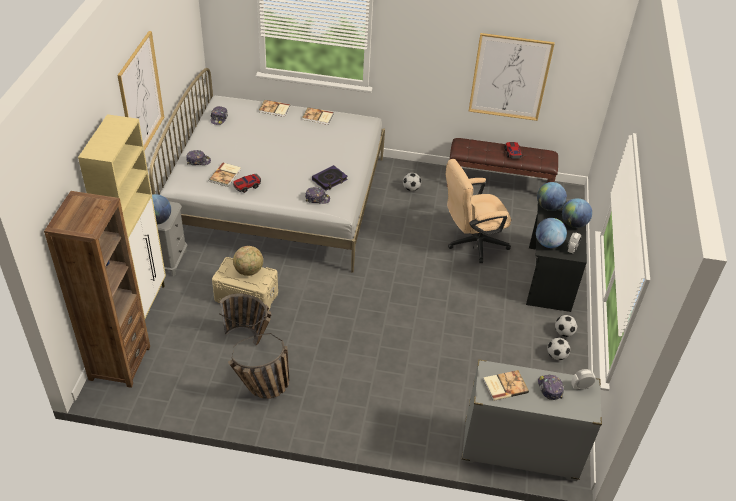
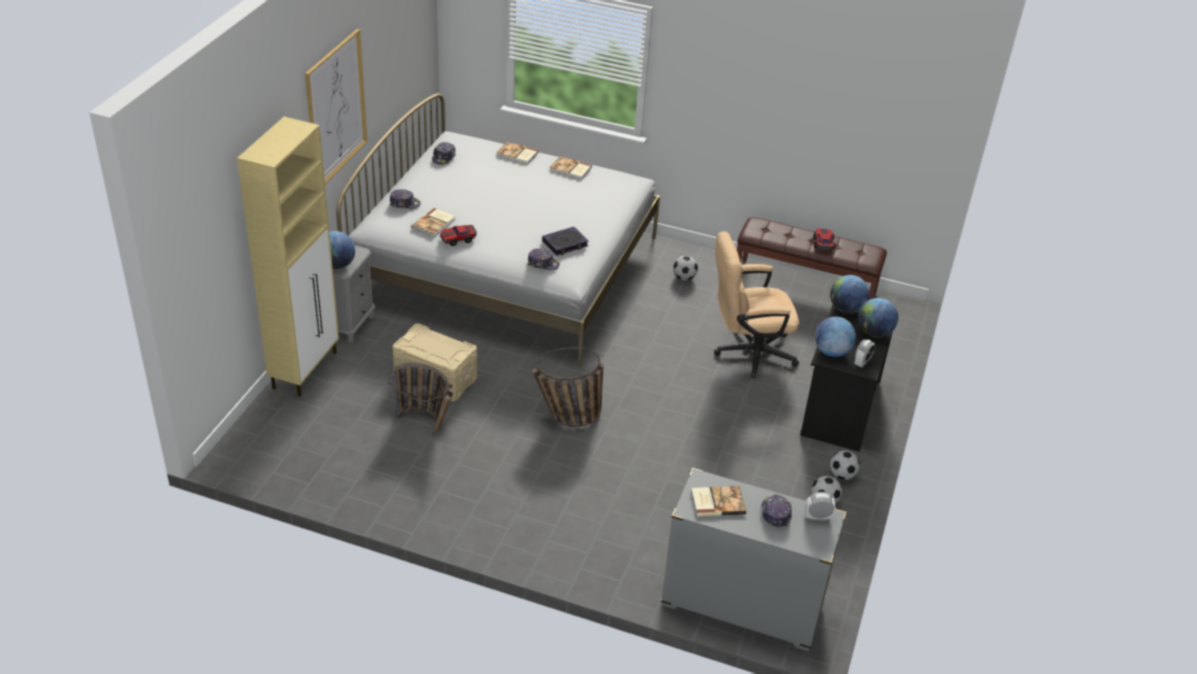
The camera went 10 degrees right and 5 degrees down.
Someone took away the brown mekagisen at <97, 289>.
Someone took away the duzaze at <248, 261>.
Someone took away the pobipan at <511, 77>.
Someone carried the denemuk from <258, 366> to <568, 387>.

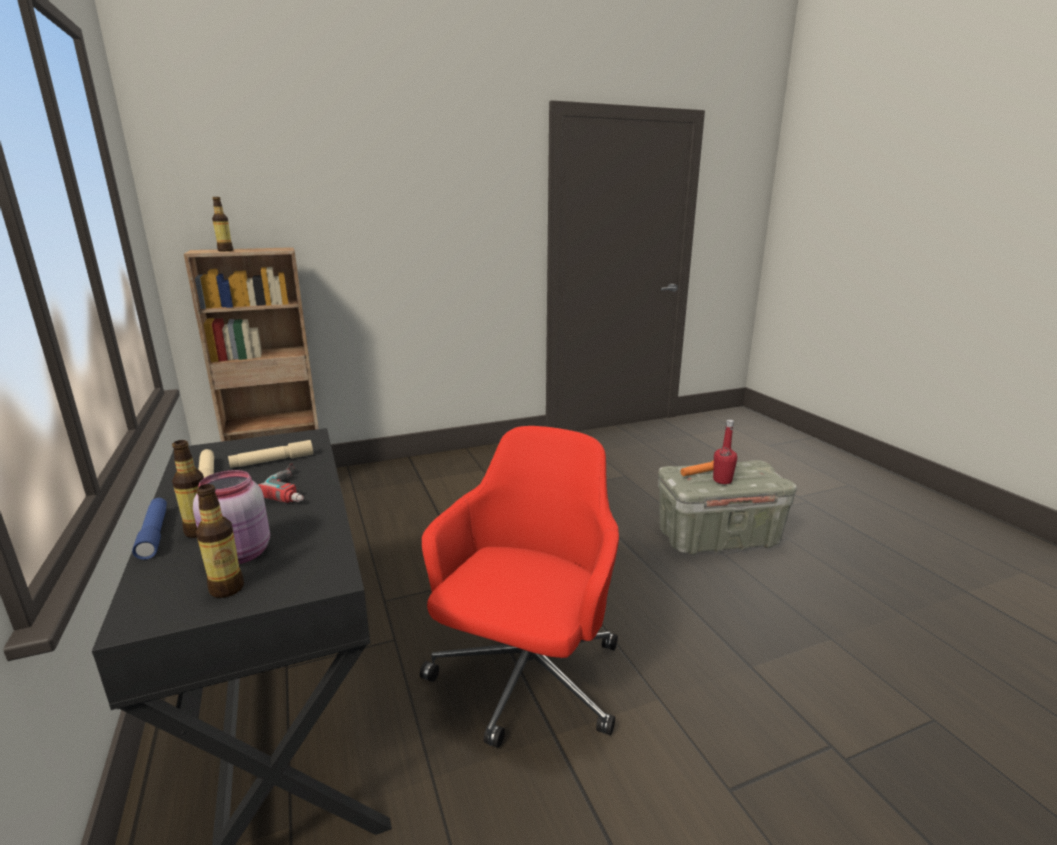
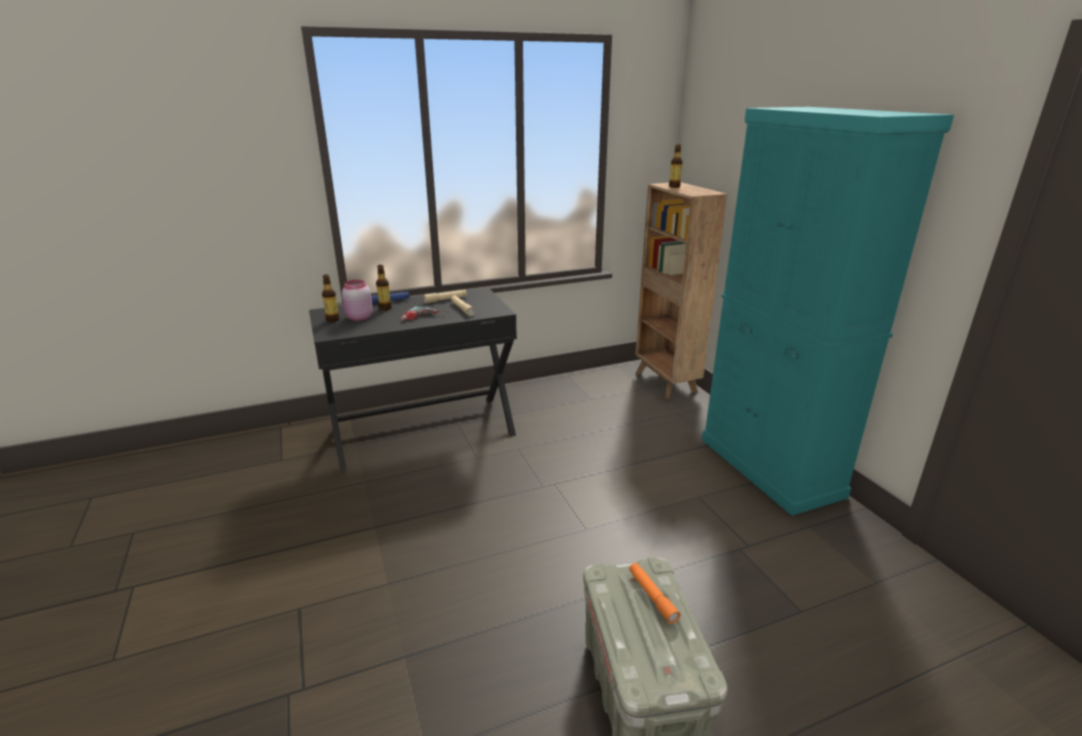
The camera went 90 degrees right and 5 degrees up.
Someone took away the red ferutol at <519, 587>.
Someone took away the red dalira at <725, 452>.
Someone put down the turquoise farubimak at <828, 311>.

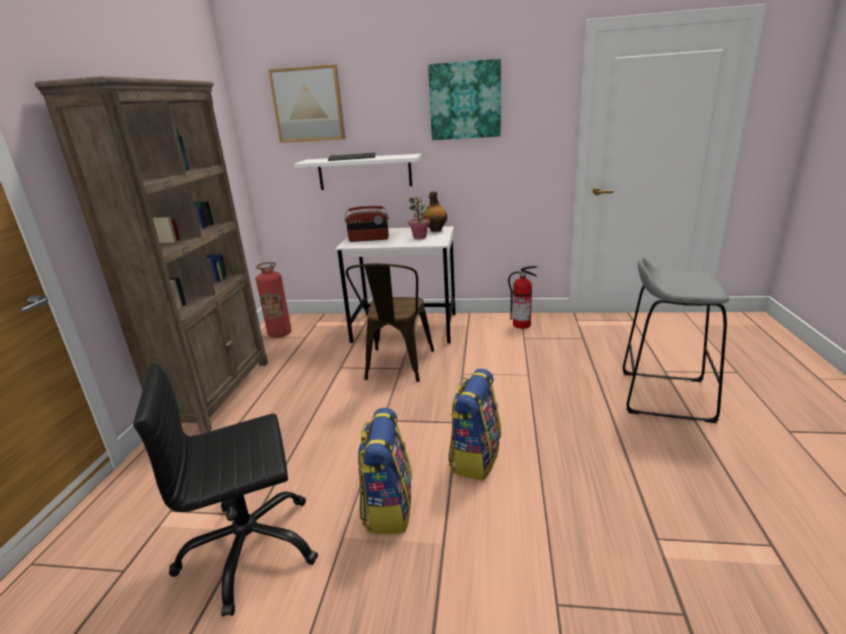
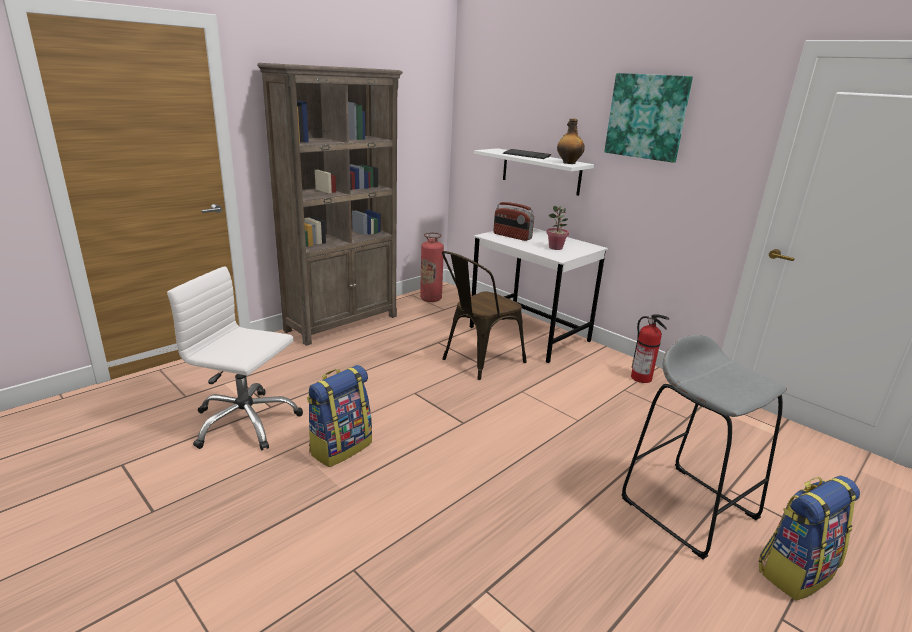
The camera went 35 degrees right and 0 degrees up.
Someone took away the pobipan at <306, 103>.
Someone carried the dalira from <435, 211> to <571, 141>.
Someone carried the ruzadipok from <474, 424> to <809, 538>.
Someone repainted the black ferutol at <225, 490>, which became the white ferutol at <235, 358>.

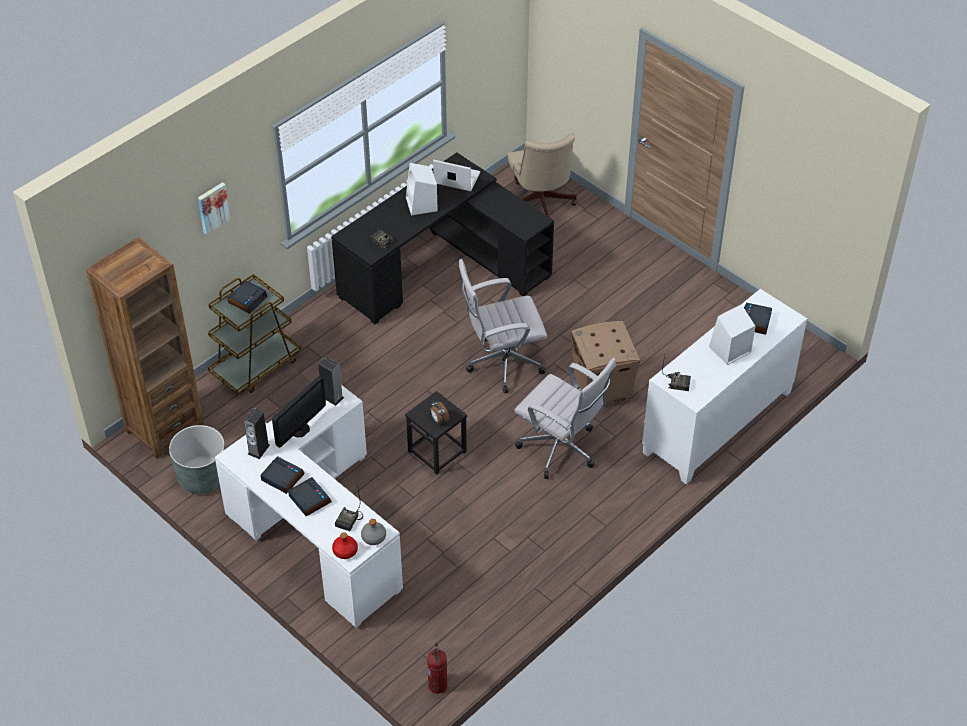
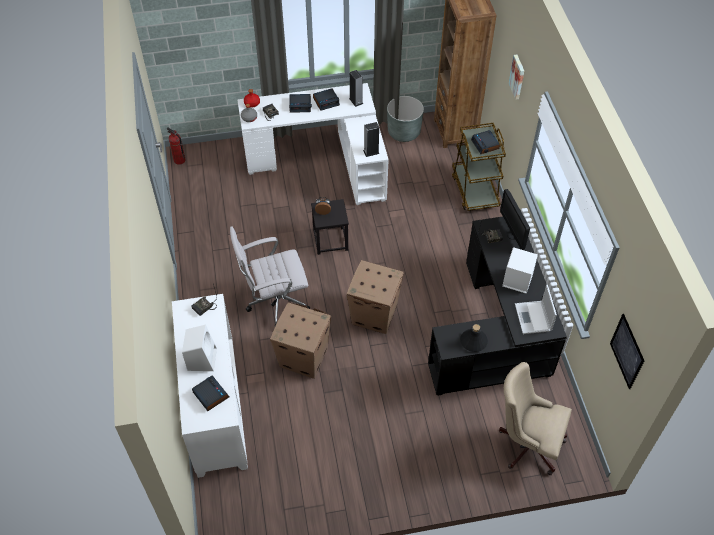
The camera went 125 degrees right and 5 degrees up.
Someone put down the black dalira at <474, 338>.
Someone put up the pobipan at <627, 351>.
Someone carried the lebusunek from <299, 412> to <515, 219>.
Someone swapped the white ferutol at <502, 326> for the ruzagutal at <375, 297>.
Someone rotated the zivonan at <456, 175> by 120 degrees clockwise.

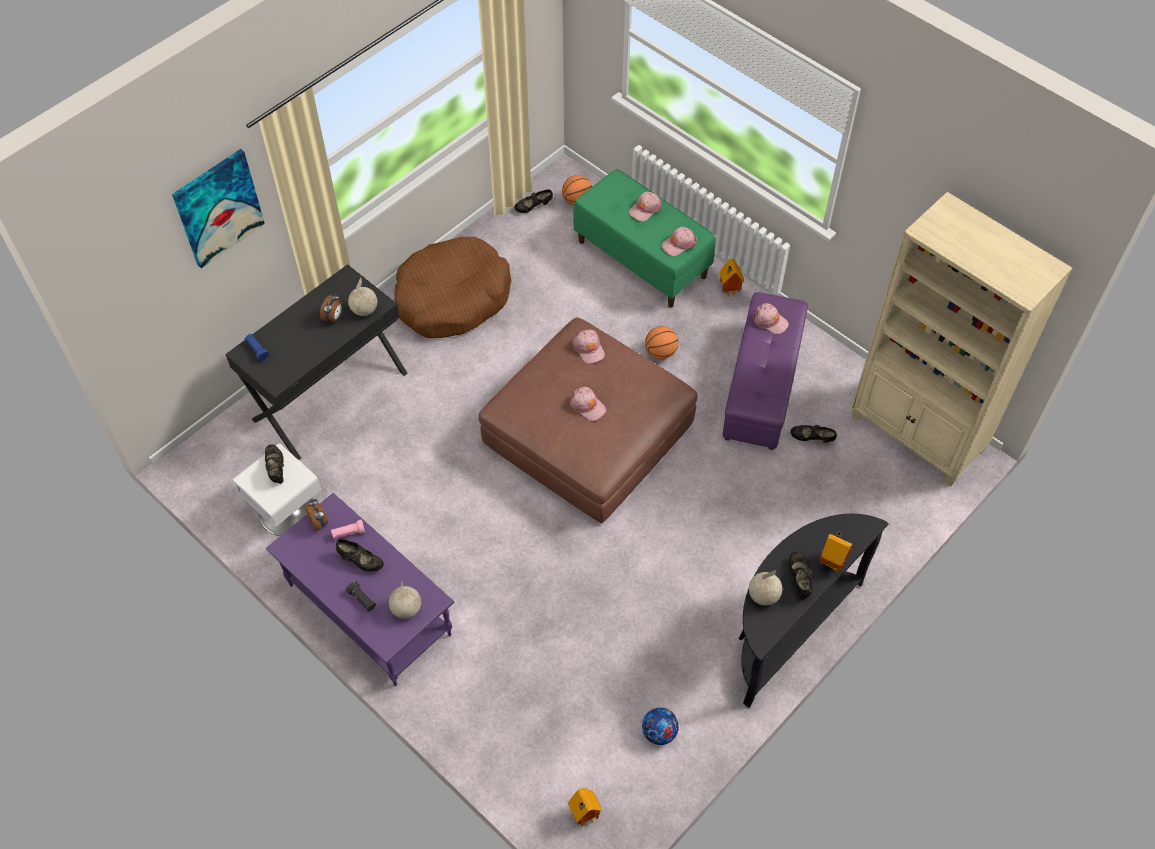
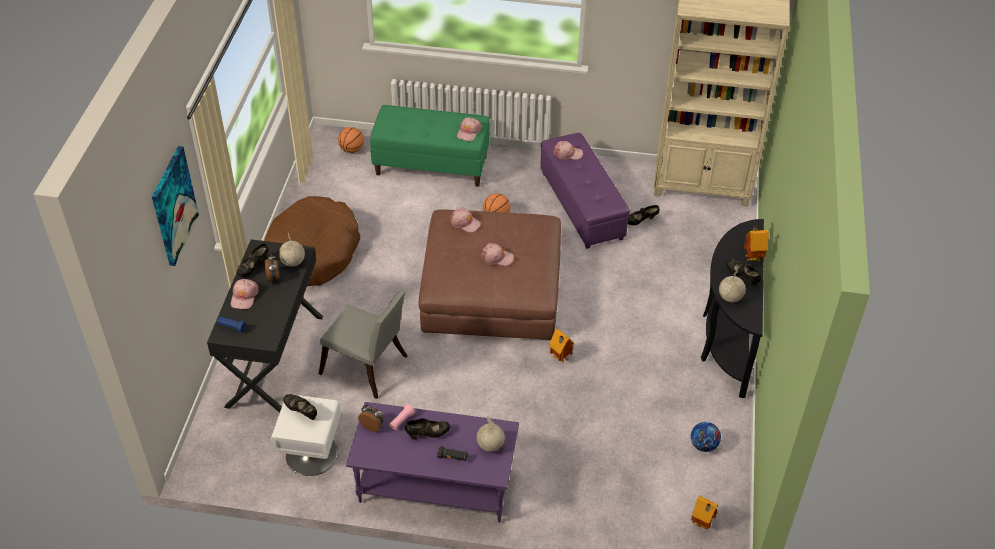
The camera went 35 degrees left and 10 degrees down.
Someone put down the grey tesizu at <363, 345>.
Someone carried the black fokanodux from <533, 201> to <252, 260>.
Someone carried the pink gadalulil from <645, 206> to <245, 294>.
Someone carried the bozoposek from <732, 277> to <561, 346>.

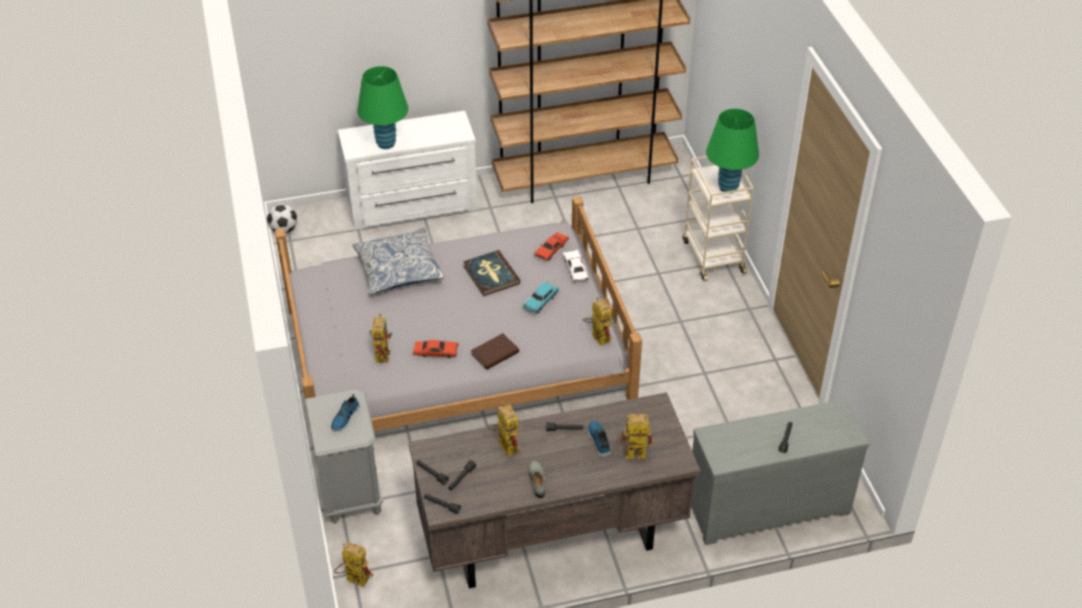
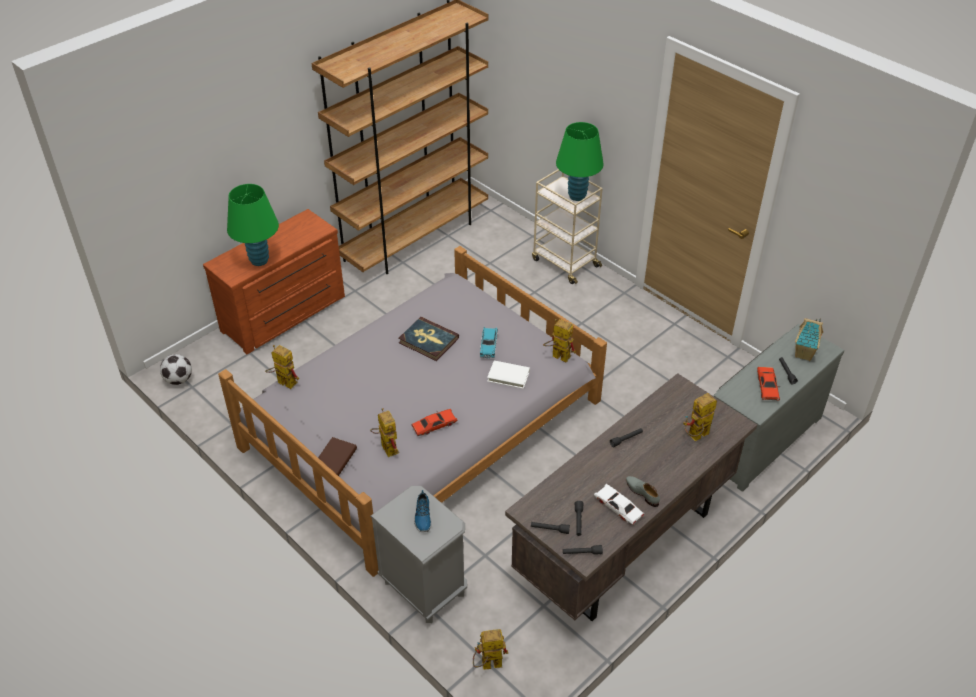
The camera went 30 degrees left and 0 degrees up.
Someone took away the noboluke at <398, 261>.
Someone took away the fokanodux at <599, 439>.
Someone put down the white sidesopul at <508, 375>.
Someone put down the bozoposek at <809, 339>.
Someone carried the brown sidesopul from <495, 351> to <337, 456>.
Someone carried the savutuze from <503, 429> to <282, 367>.
Someone carried the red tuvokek from <551, 246> to <768, 384>.
Someone carried the white tuvokek from <576, 266> to <619, 504>.
Someone repainted the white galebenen at <408, 170>, which became the brown galebenen at <274, 281>.

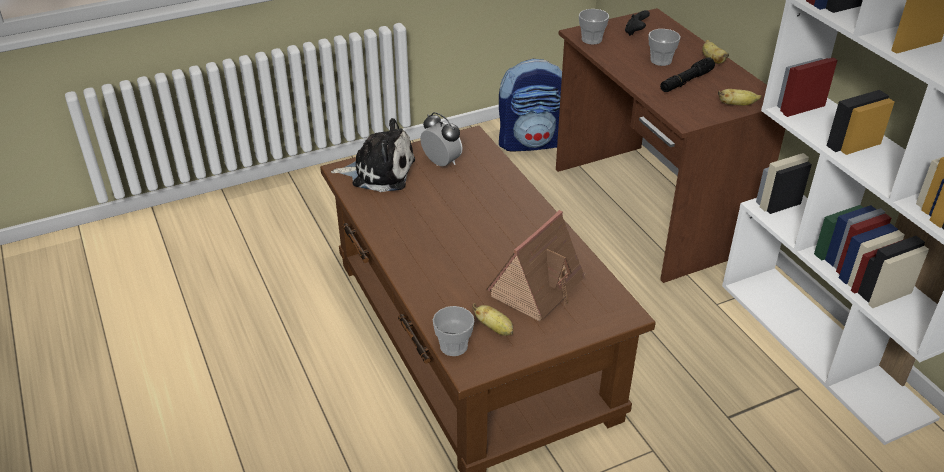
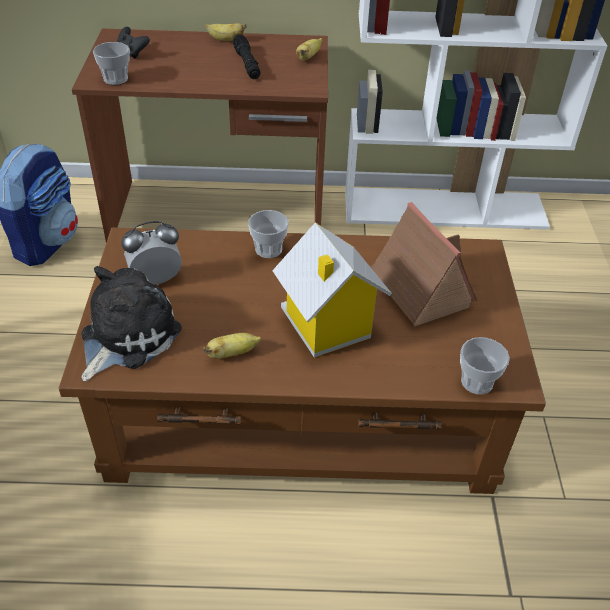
The camera went 65 degrees left and 5 degrees up.
Someone put down the bozoposek at <332, 290>.
Someone carried the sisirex from <492, 319> to <232, 346>.
Someone carried the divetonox from <664, 47> to <268, 234>.

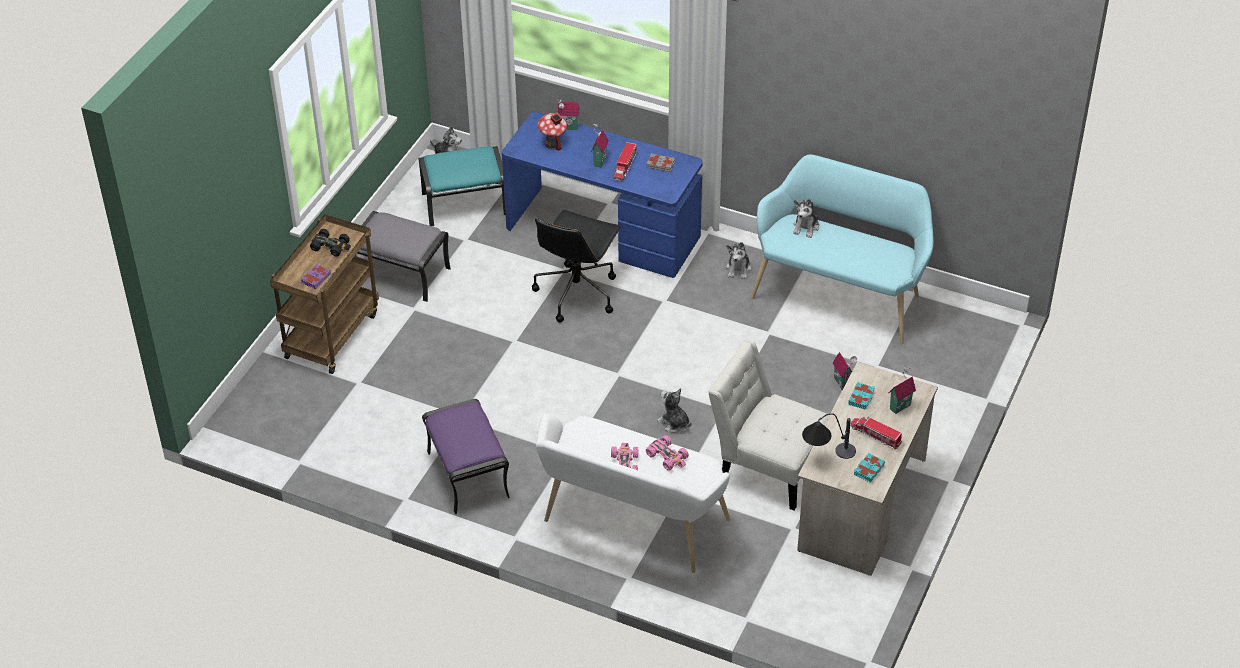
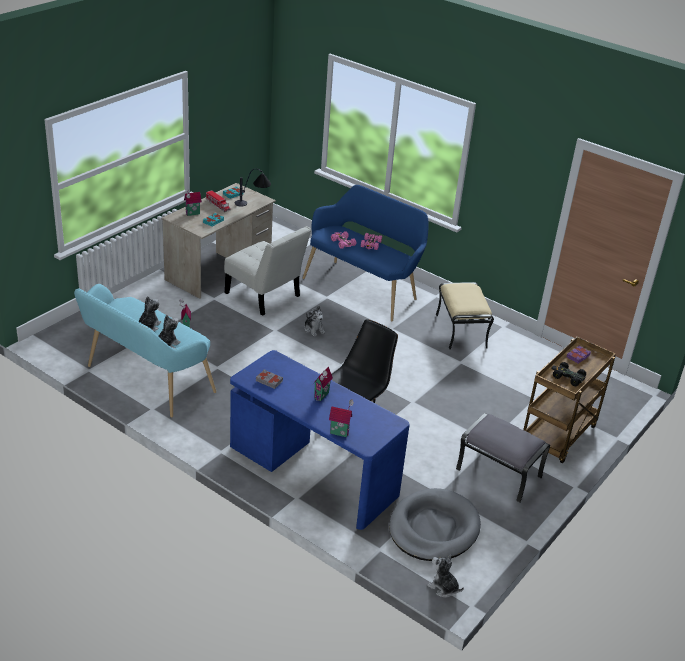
The camera went 170 degrees left and 10 degrees down.
Someone took away the bozoposek at <552, 131>.
Someone took away the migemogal at <625, 161>.
Someone carried the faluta from <738, 260> to <150, 313>.
Someone swapped the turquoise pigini at <462, 186> for the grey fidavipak at <435, 524>.
Someone repainted the purple pigini at <466, 456>, which became the beige pigini at <465, 316>.
Someone repainted the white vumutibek at <633, 493>, which became the blue vumutibek at <365, 253>.

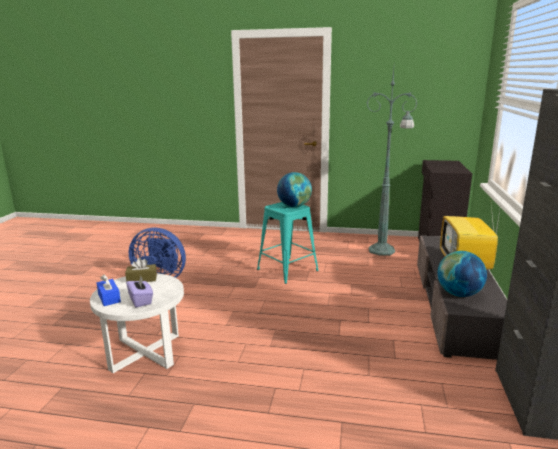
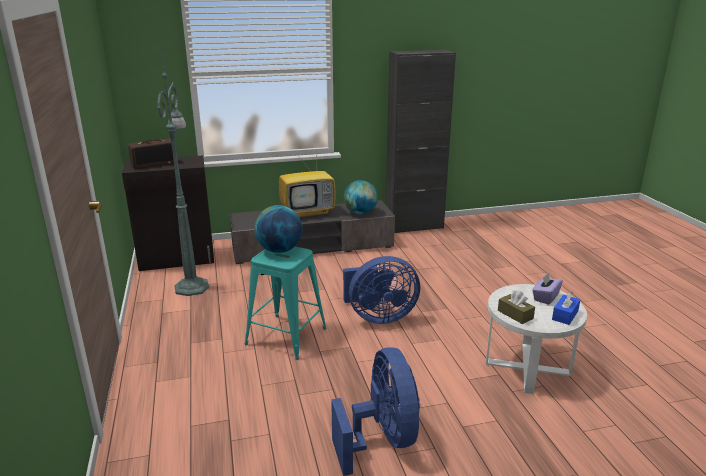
The camera went 115 degrees left and 5 degrees up.
Someone put down the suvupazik at <151, 154>.
Someone put down the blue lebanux at <381, 290>.

